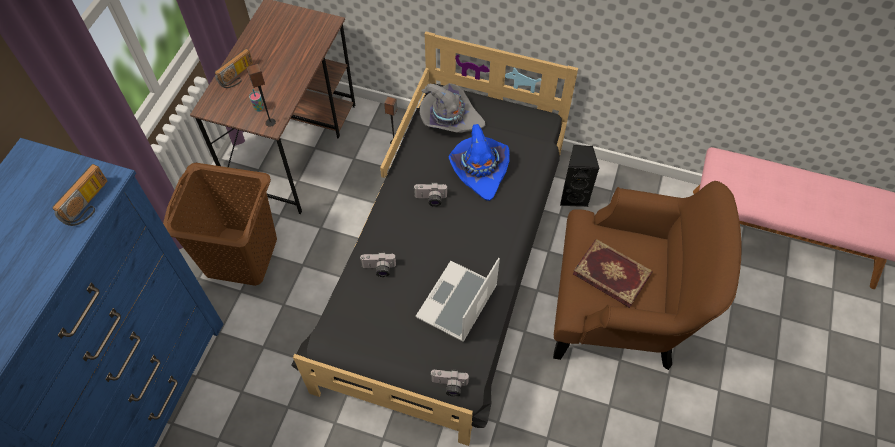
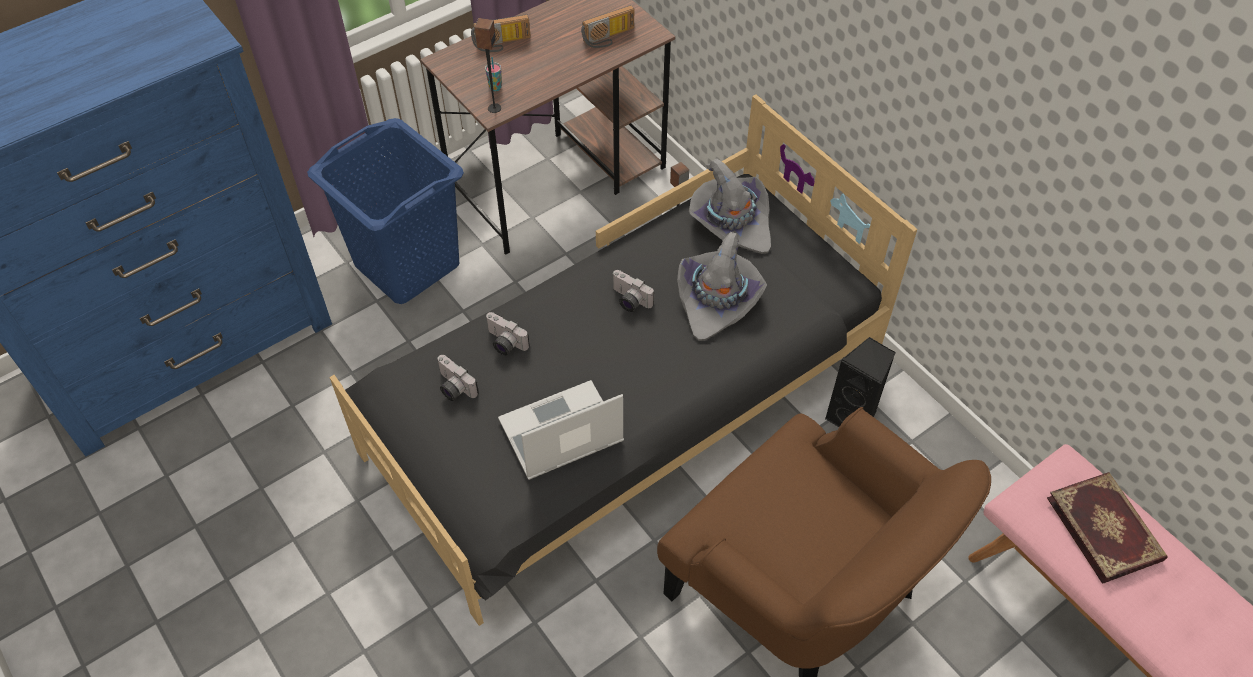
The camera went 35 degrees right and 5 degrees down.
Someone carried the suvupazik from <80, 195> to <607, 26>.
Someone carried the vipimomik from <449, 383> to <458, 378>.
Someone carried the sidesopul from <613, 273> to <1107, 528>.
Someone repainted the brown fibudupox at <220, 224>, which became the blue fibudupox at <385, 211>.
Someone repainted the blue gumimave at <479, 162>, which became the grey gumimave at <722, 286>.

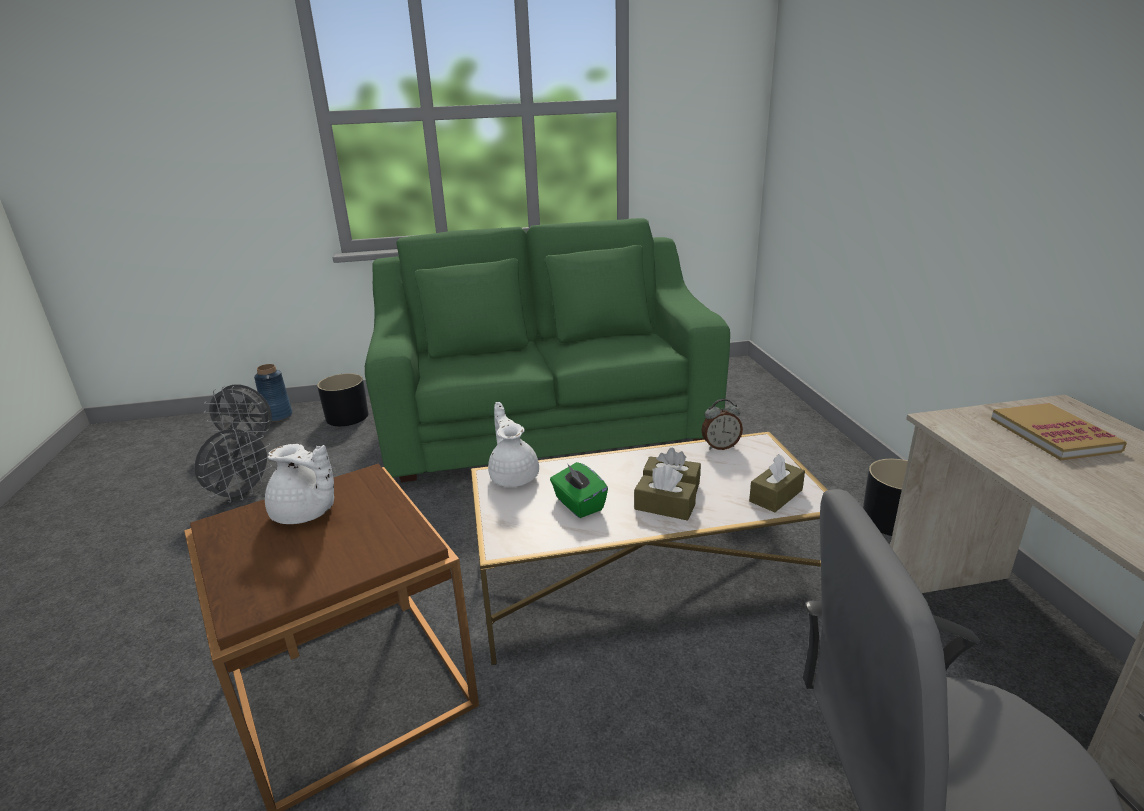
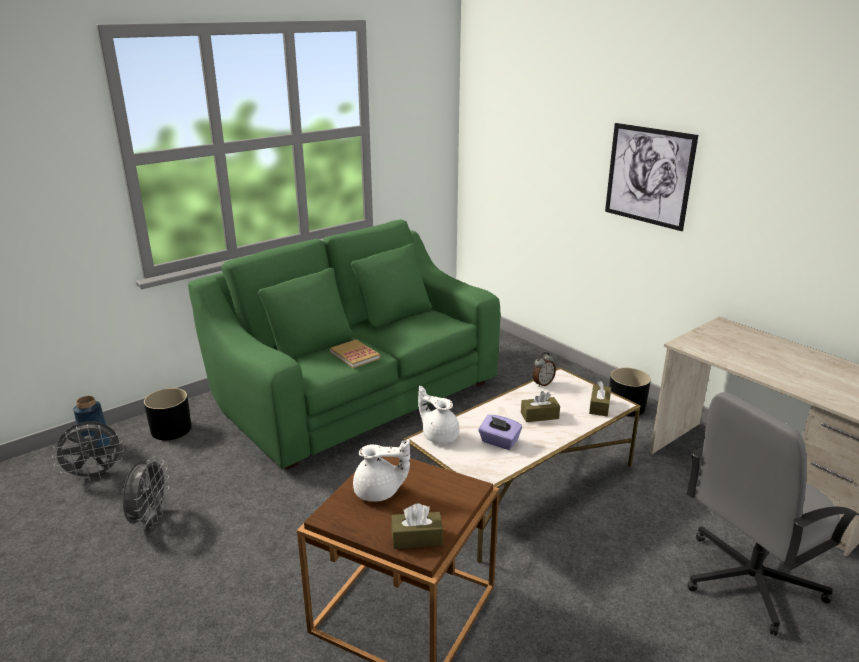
The camera went 30 degrees left and 0 degrees up.
Someone put up the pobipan at <651, 177>.
Someone carried the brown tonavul from <665, 493> to <417, 526>.
Someone carried the sidesopul from <1059, 432> to <355, 353>.
Someone repainted the green tonavul at <579, 490>, which became the purple tonavul at <500, 432>.

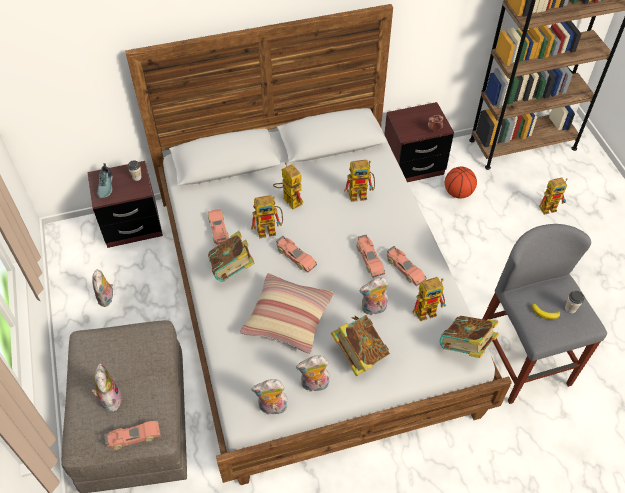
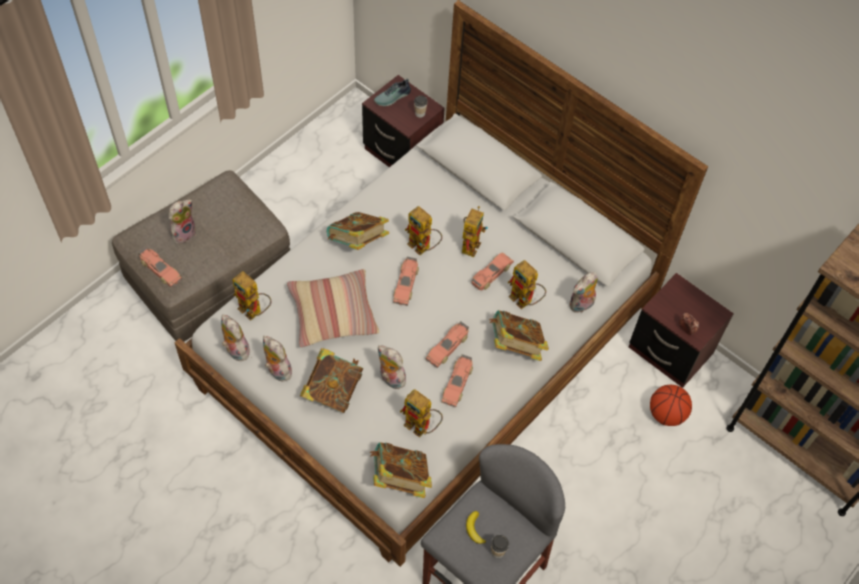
The camera went 55 degrees right and 5 degrees up.
Someone put down the sidesopul at <519, 335>.
Someone carried the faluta from <102, 288> to <583, 292>.
Someone carried the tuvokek from <218, 227> to <492, 271>.
Someone carried the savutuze from <553, 196> to <251, 295>.

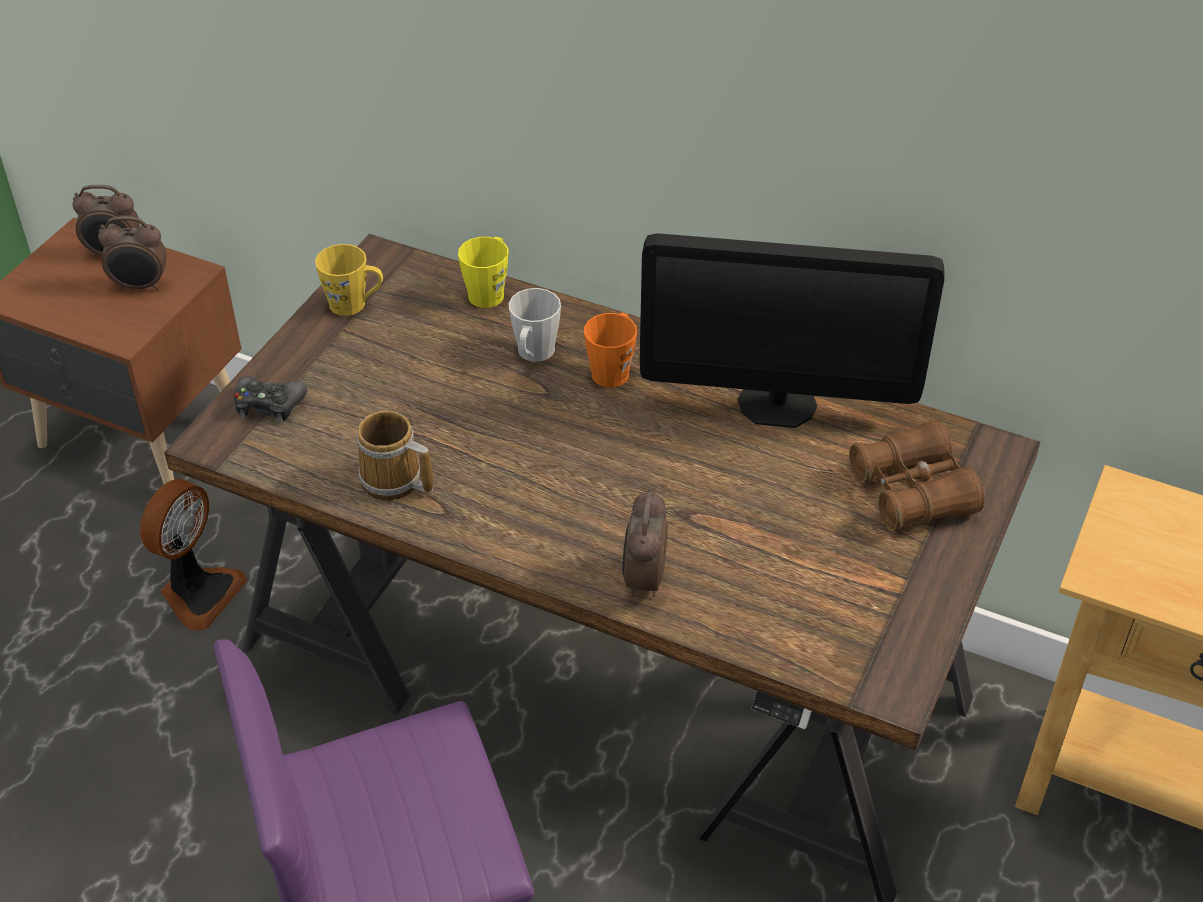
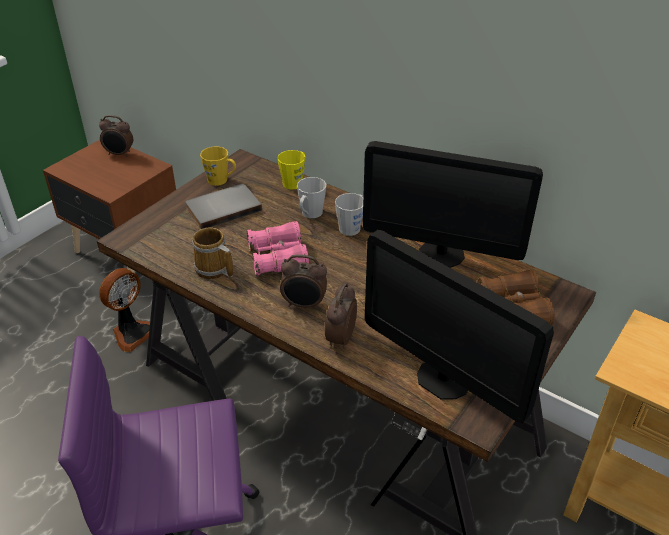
The camera went 10 degrees right and 5 degrees down.
Someone took away the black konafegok at <271, 399>.
Someone put down the grey sidesopul at <223, 206>.
Someone put down the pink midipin at <278, 248>.
Someone put down the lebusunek at <459, 326>.
Someone carried the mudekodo from <132, 253> to <303, 282>.
Someone repainted the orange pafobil at <610, 350>, which became the grey pafobil at <349, 214>.

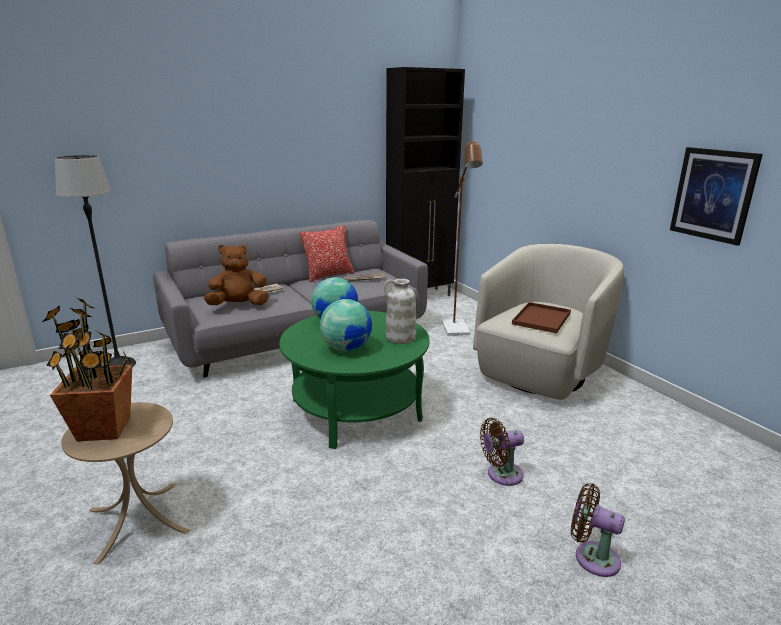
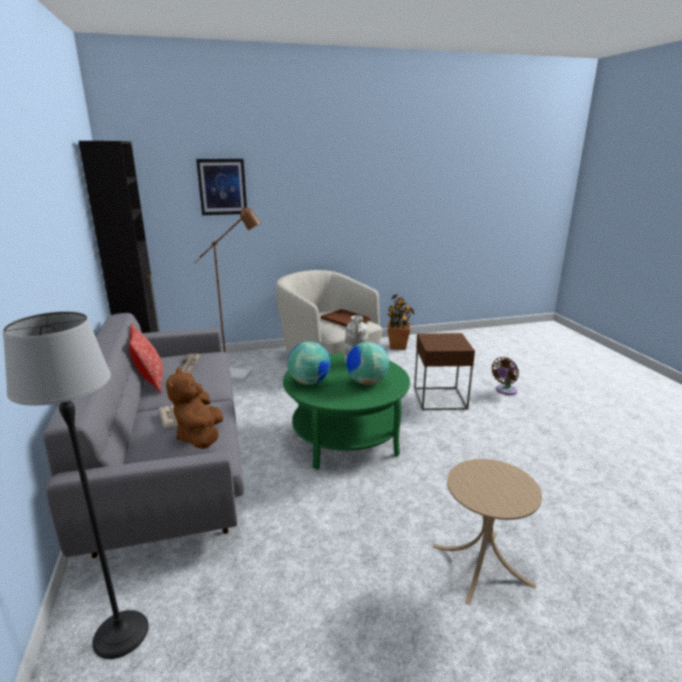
The camera went 75 degrees left and 0 degrees up.
Someone carried the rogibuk from <87, 369> to <401, 322>.
Someone carried the pobipan from <716, 196> to <221, 187>.
Someone swapped the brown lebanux at <502, 452> for the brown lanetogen at <444, 371>.

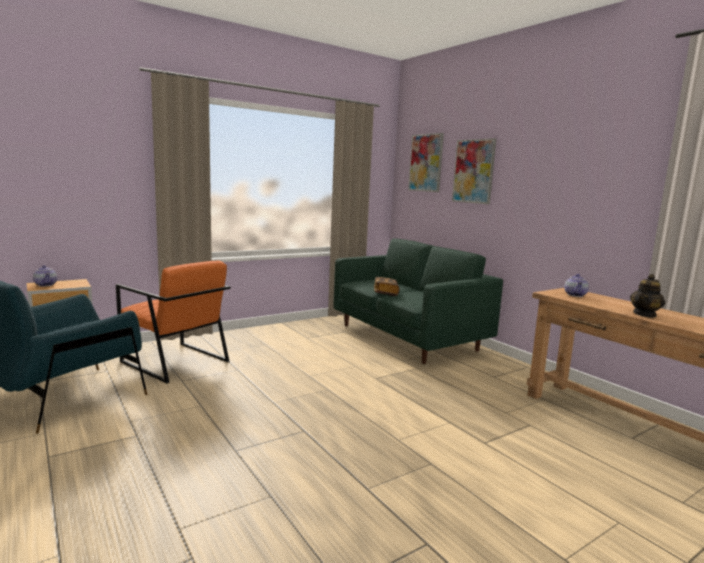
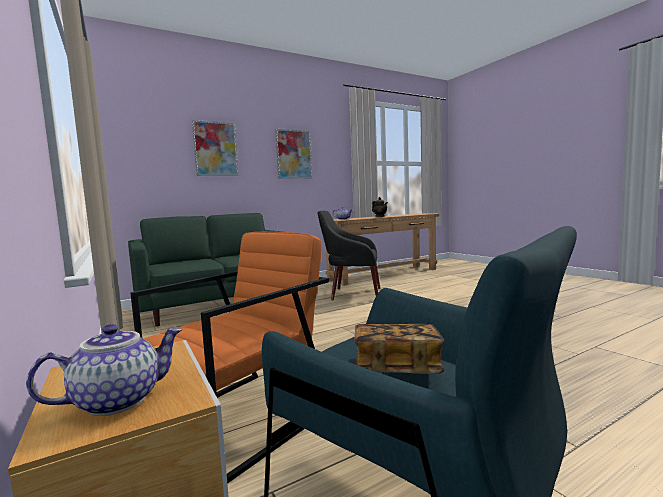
The camera went 85 degrees left and 5 degrees down.
Someone put down the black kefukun at <349, 256>.
Someone carried the sidesopul from <386, 286> to <399, 348>.
Someone carried the pobipan from <426, 162> to <293, 153>.

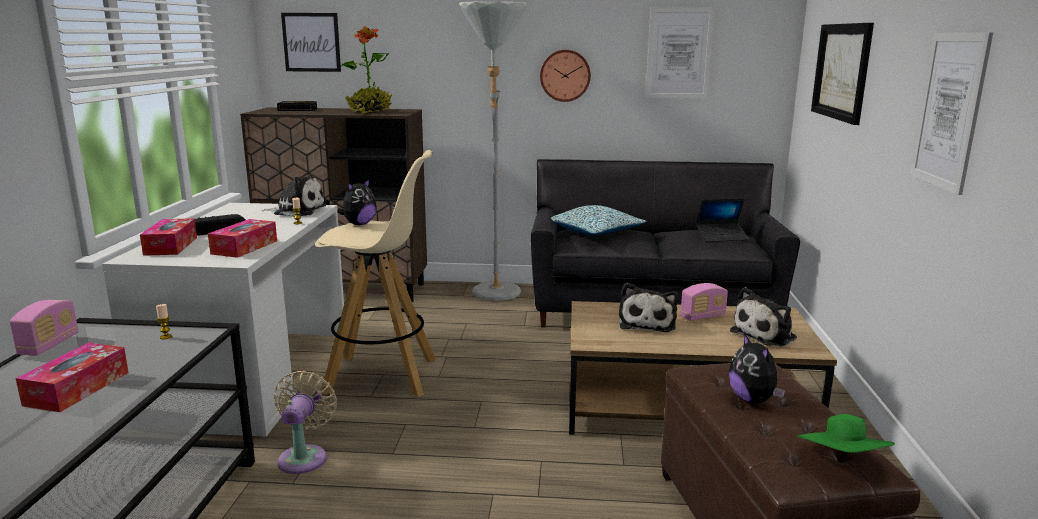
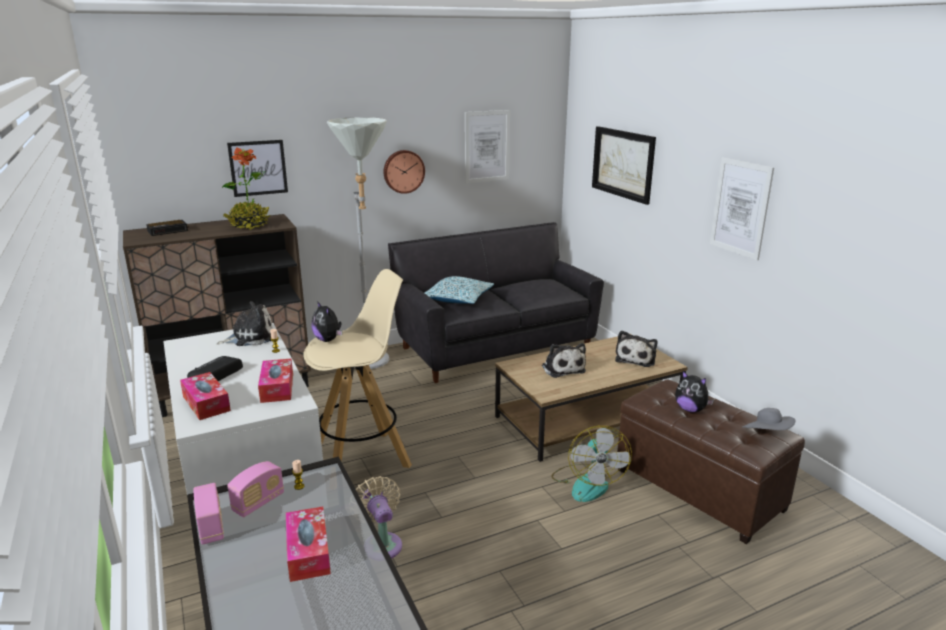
The camera went 30 degrees left and 5 degrees up.
Someone took away the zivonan at <722, 220>.
Someone put down the lebanux at <591, 464>.
Someone carried the pobipan from <311, 42> to <257, 168>.
Someone carried the suvupazik from <704, 302> to <255, 489>.
Someone repainted the green gumimave at <846, 433>, which became the grey gumimave at <769, 419>.
Someone rotated the faluta at <357, 202> by 135 degrees clockwise.

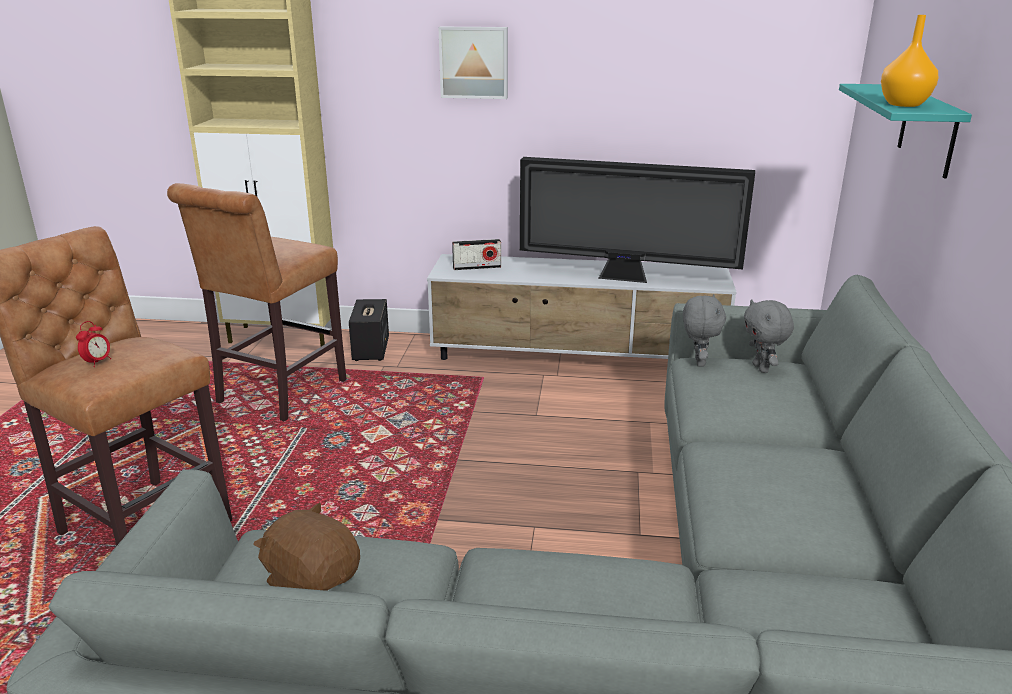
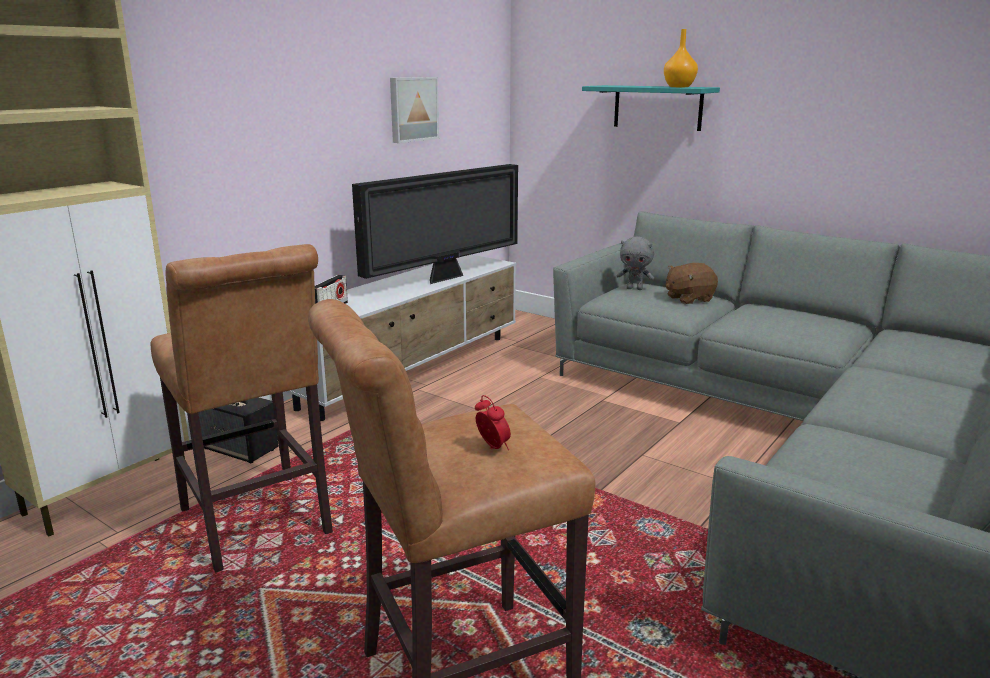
The camera went 60 degrees left and 5 degrees down.
Someone took away the grey faluta at <704, 330>.
Someone carried the brown faluta from <306, 547> to <692, 283>.
Someone carried the pobipan from <473, 63> to <414, 110>.

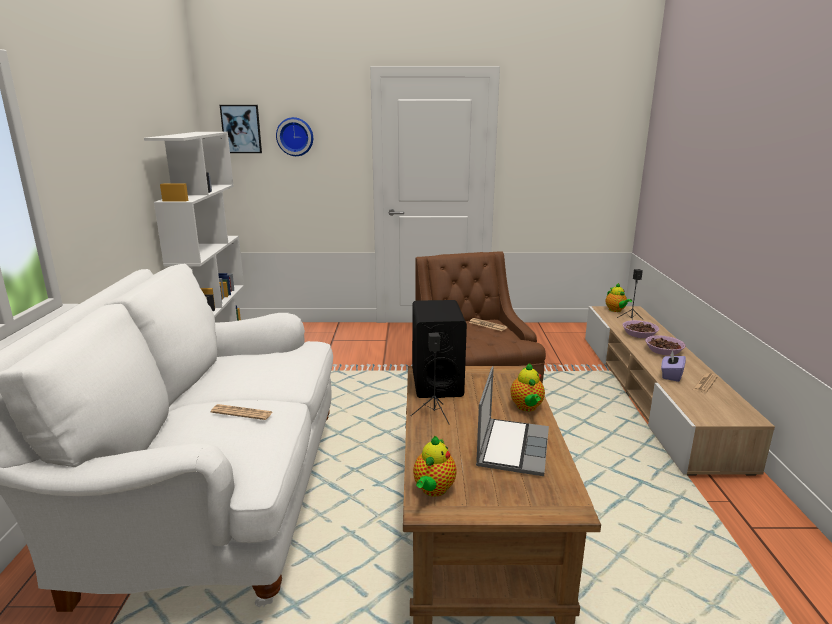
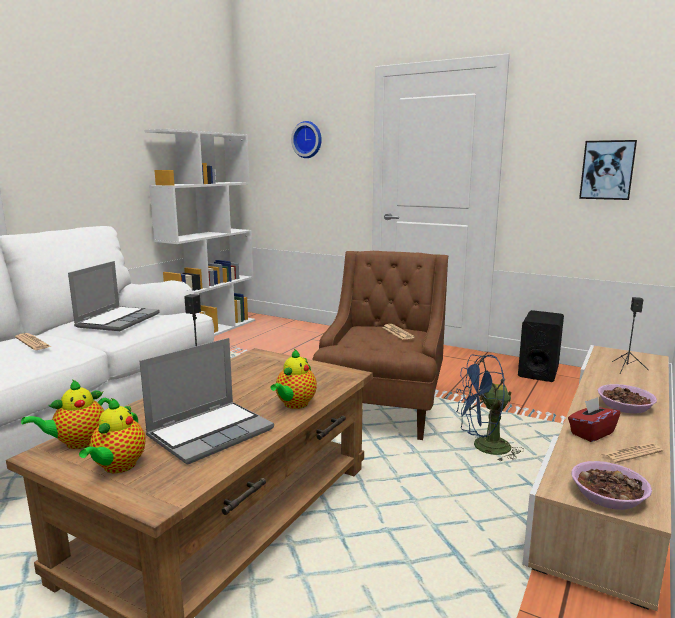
The camera went 30 degrees right and 5 degrees down.
Someone put down the zivonan at <114, 296>.
Someone put down the blue lebanux at <490, 408>.
Someone carried the pobipan from <241, 129> to <608, 170>.
Someone carried the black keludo from <439, 349> to <541, 346>.
Someone carried the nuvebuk from <619, 297> to <112, 435>.
Someone carried the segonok from <640, 329> to <611, 485>.
Someone repainted the purple tonavul at <673, 366>, which became the red tonavul at <594, 419>.

